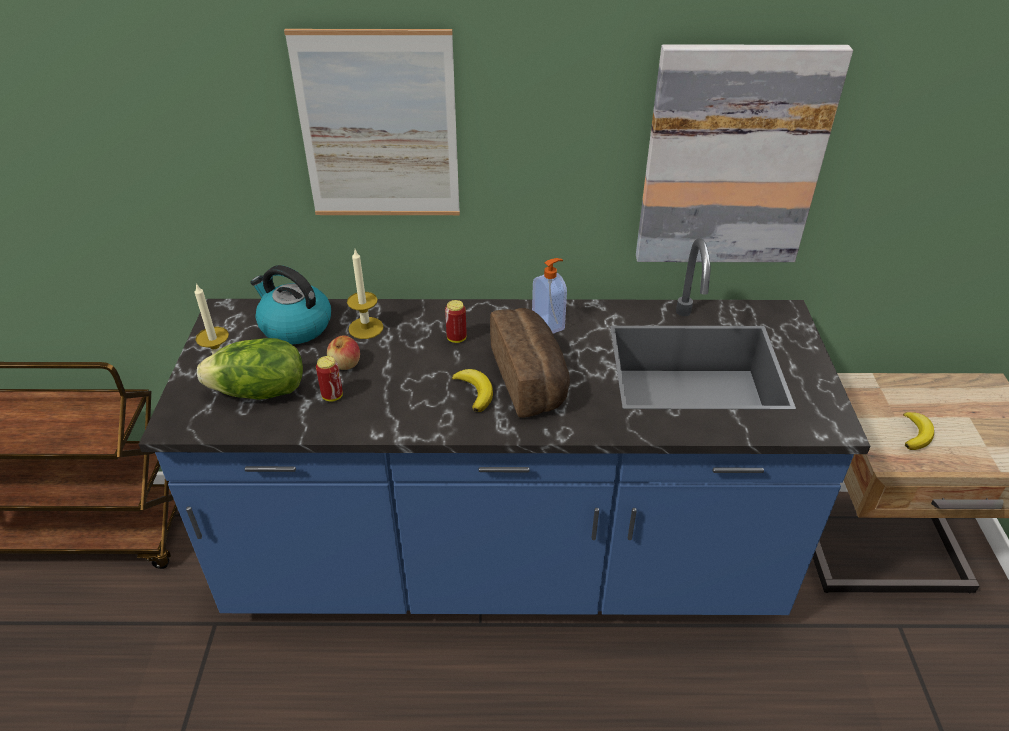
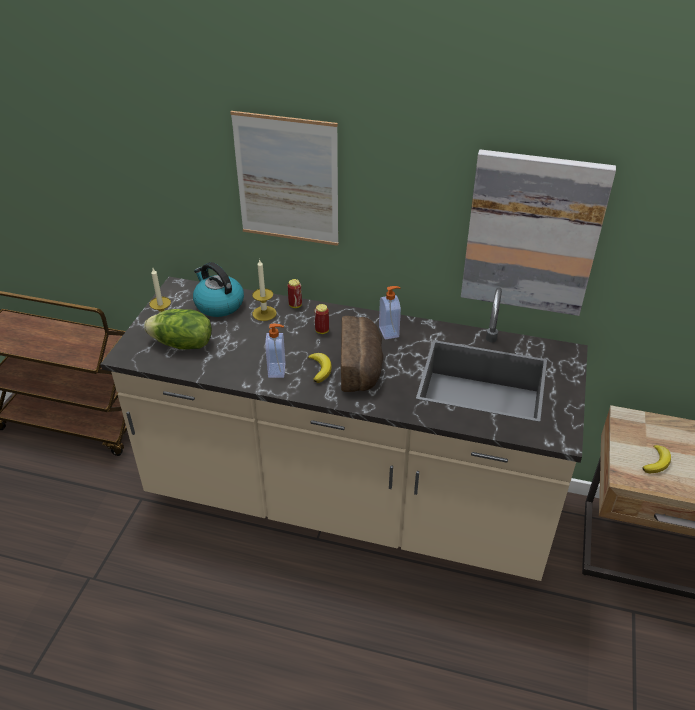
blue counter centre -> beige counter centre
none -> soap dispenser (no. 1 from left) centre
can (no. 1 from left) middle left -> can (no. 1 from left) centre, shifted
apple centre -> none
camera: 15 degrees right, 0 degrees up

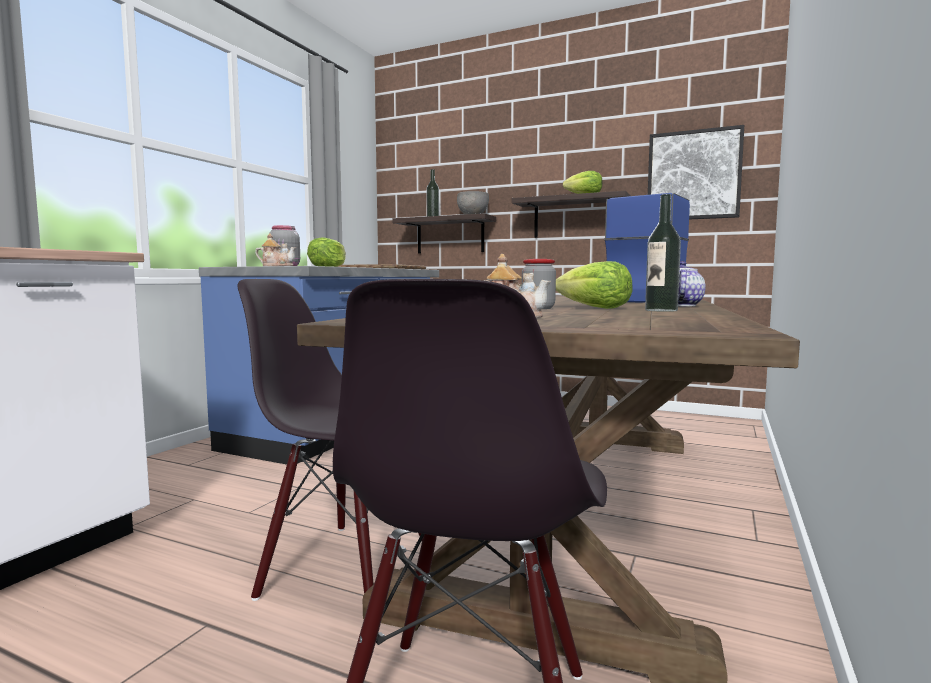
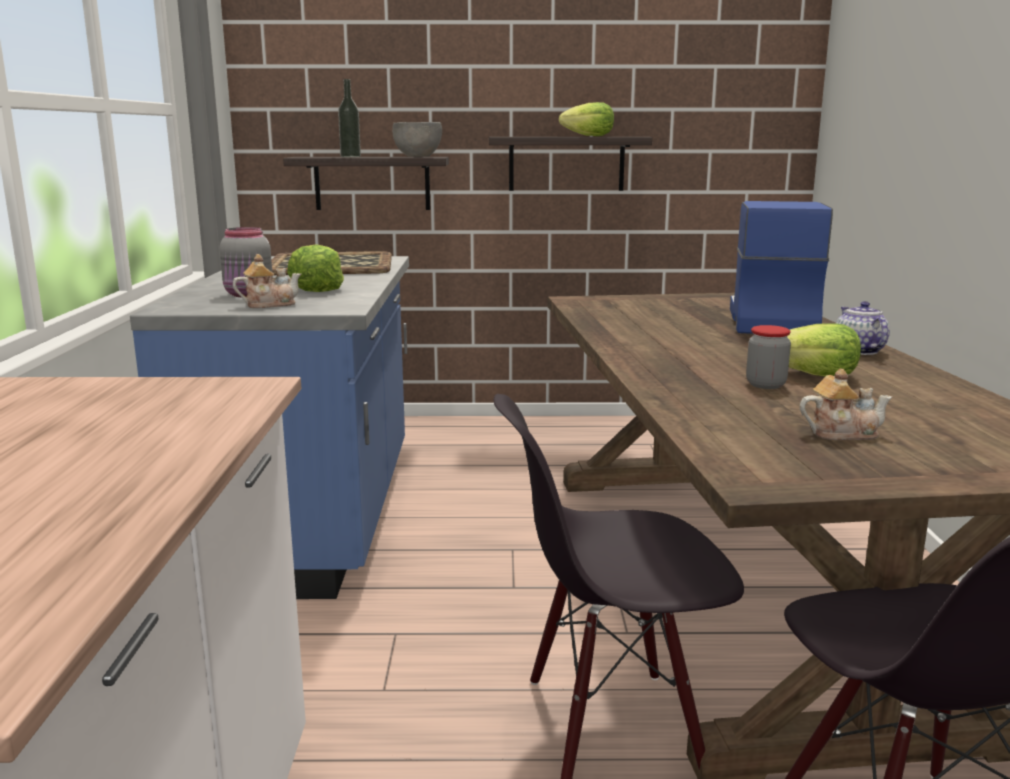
bottle (no. 2 from left) middle right -> none
picture top right -> none
camera: 25 degrees left, 10 degrees up

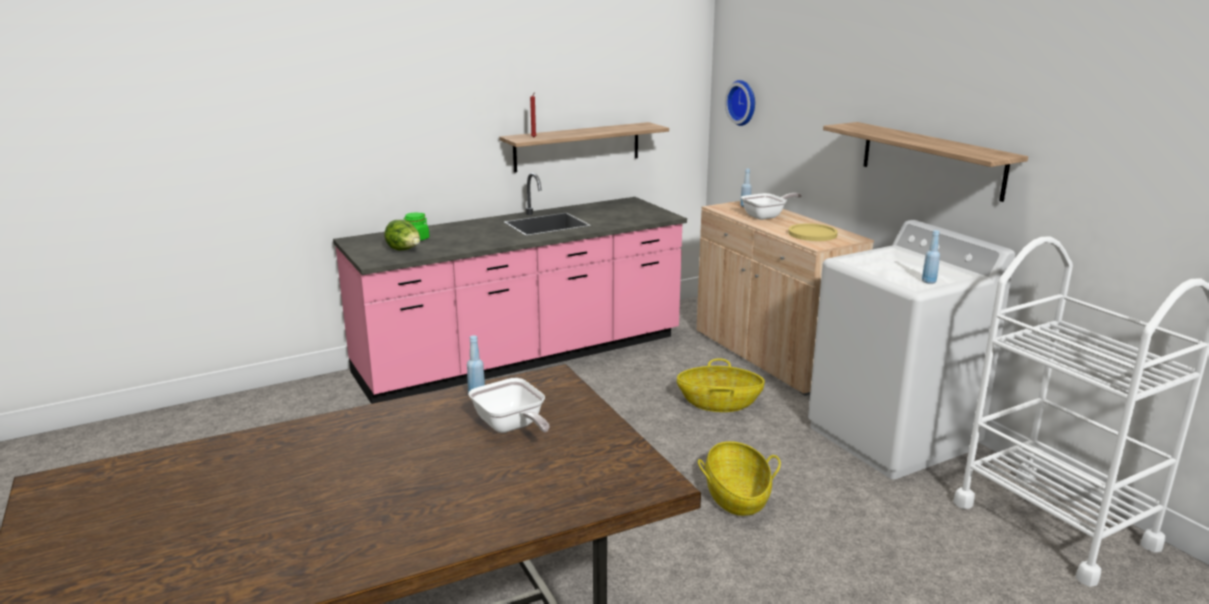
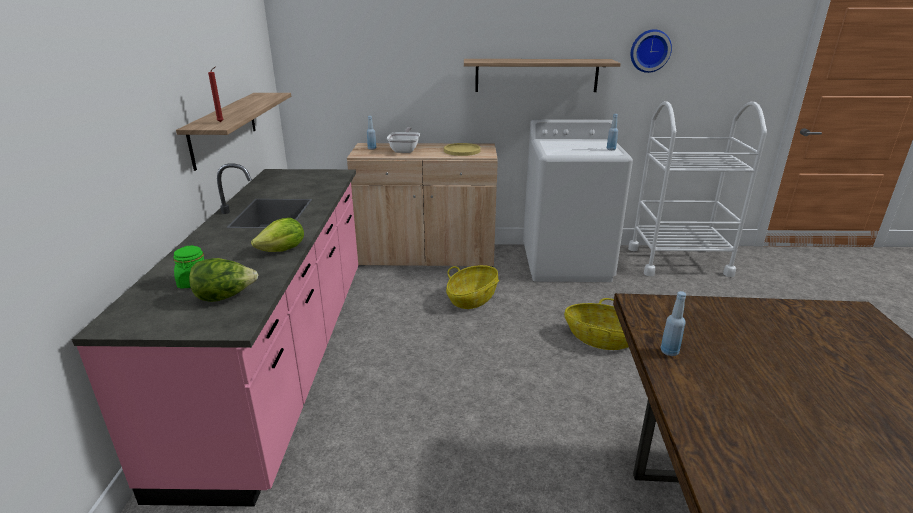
none -> lettuce (no. 2 from left) middle left
wall clock top centre -> wall clock top right, shifted
frying pan (no. 1 from left) bottom centre -> none
camera: 60 degrees left, 5 degrees up

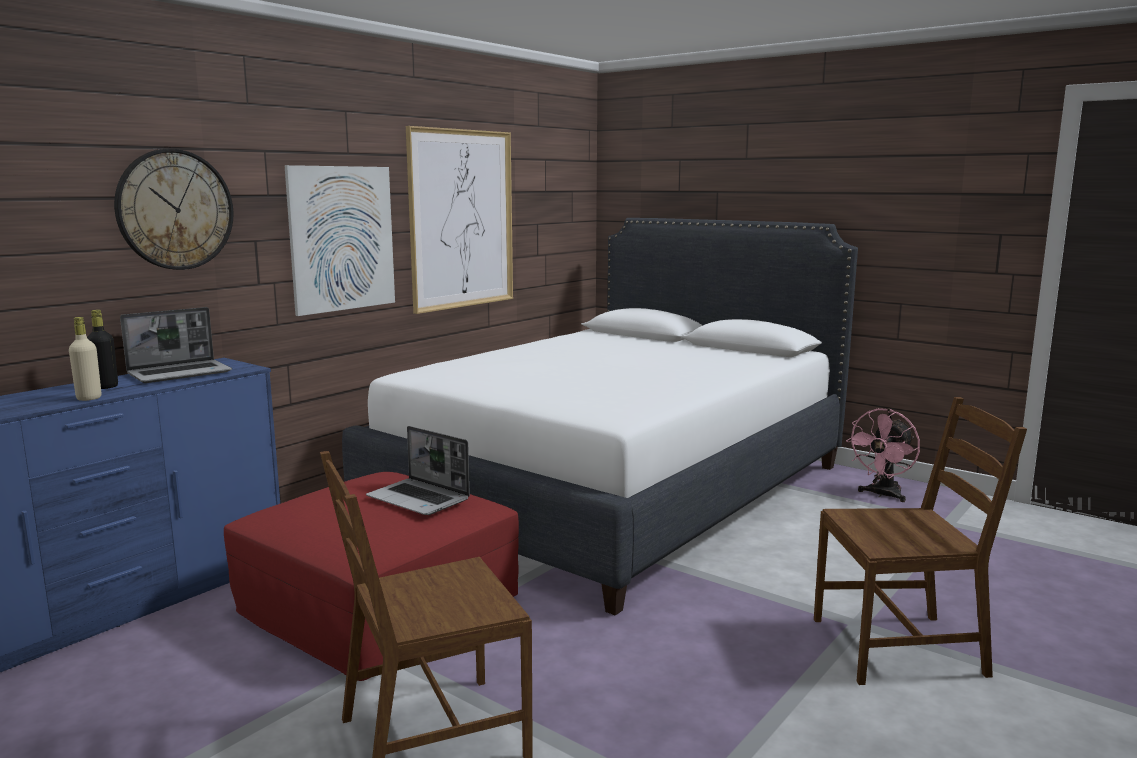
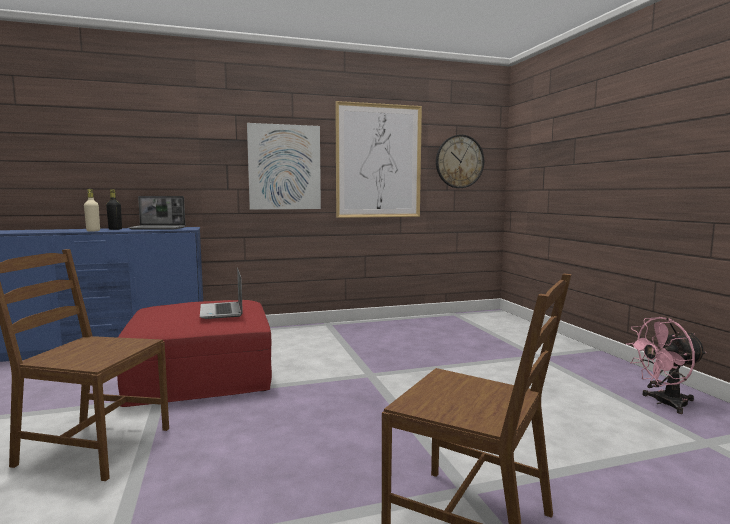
wall clock top left -> wall clock top centre, shifted
white bed centre -> none
camera: 35 degrees right, 5 degrees down

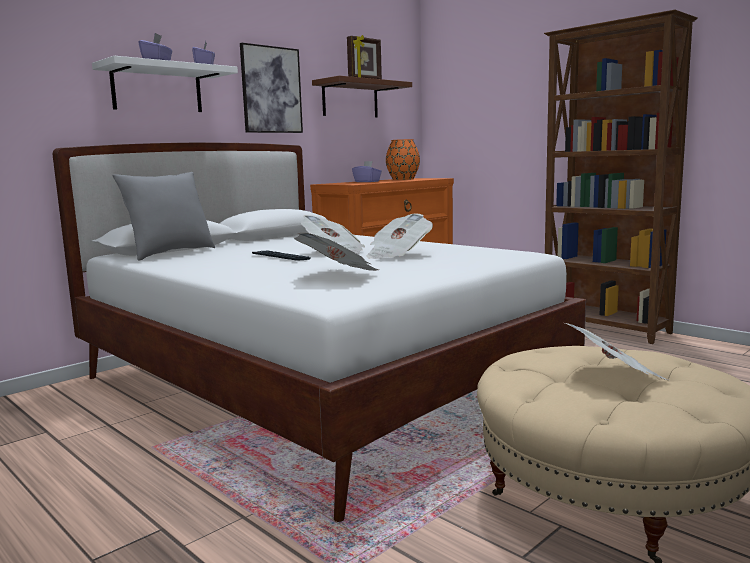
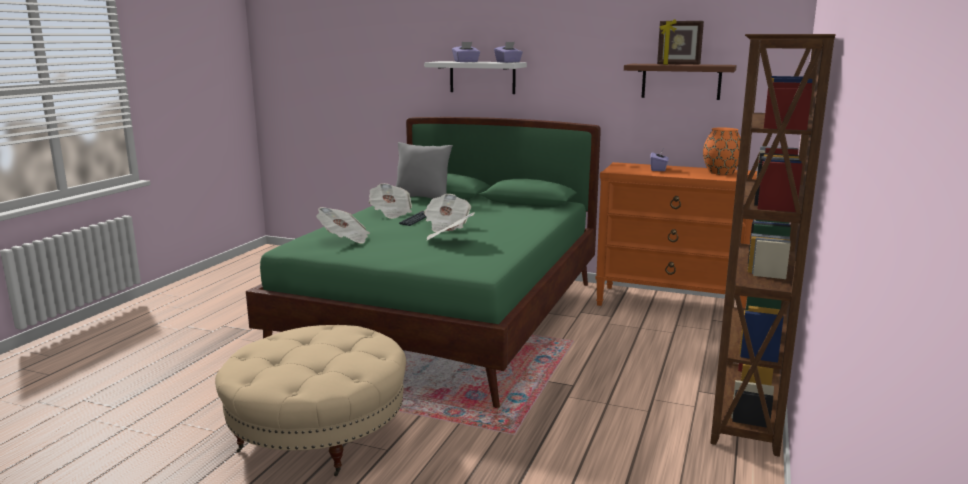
white bed centre -> green bed centre
newspaper (no. 4 from left in the first image) middle right -> newspaper (no. 2 from left) centre, shifted
picture top centre -> none
camera: 65 degrees right, 5 degrees up

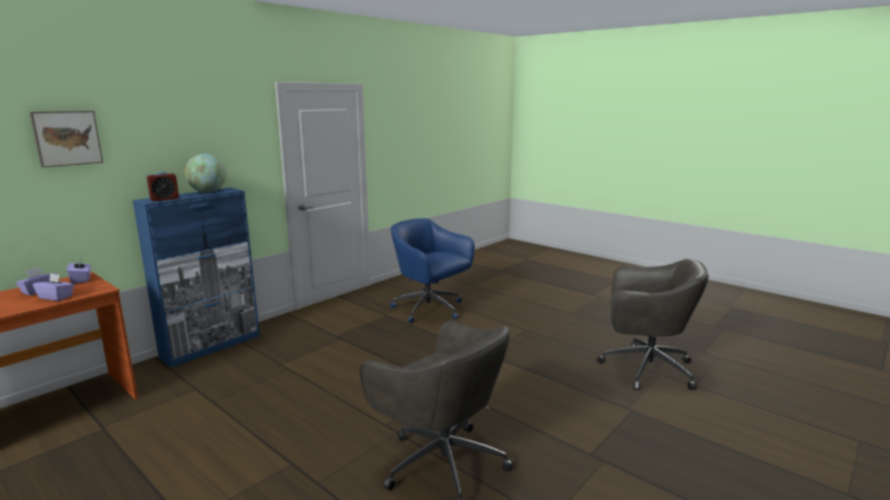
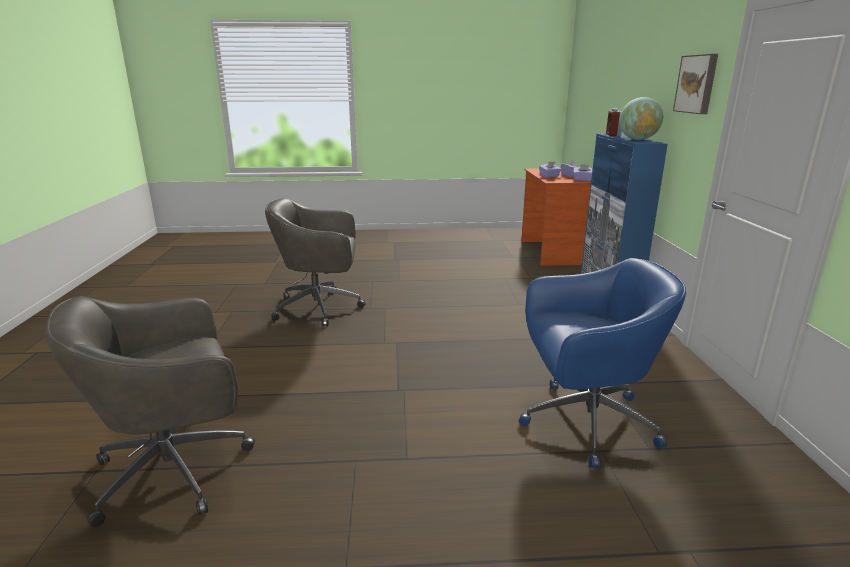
picture top left -> picture top right, shifted
camera: 135 degrees right, 5 degrees up

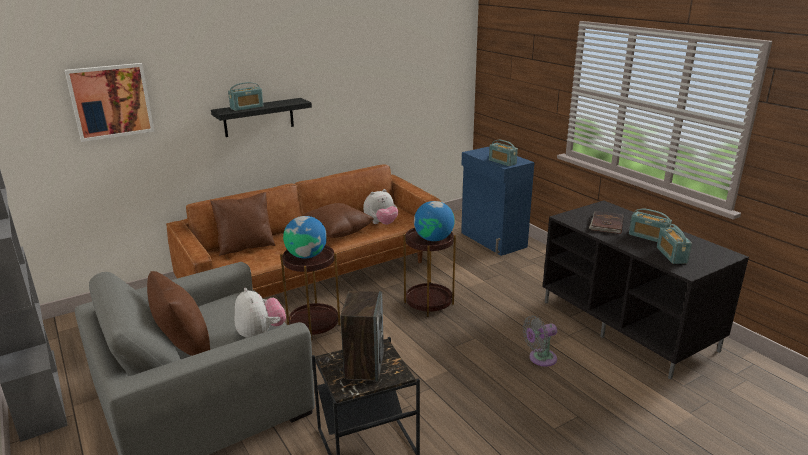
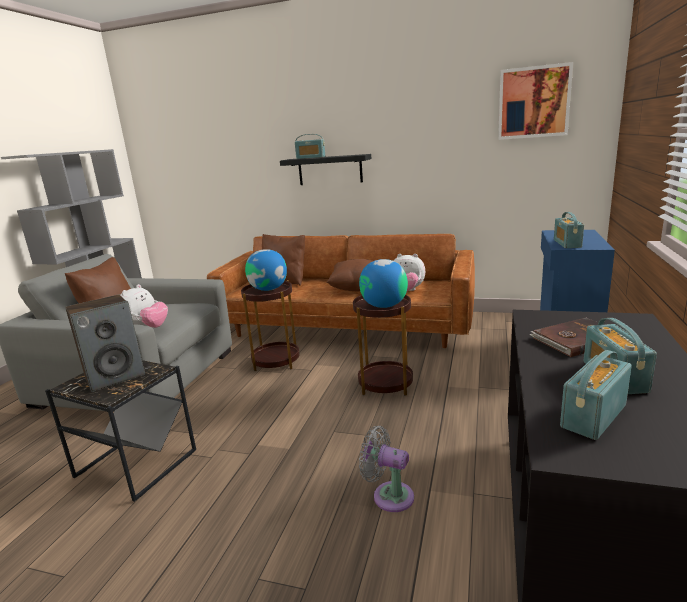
picture top left -> picture top right, shifted
camera: 50 degrees right, 5 degrees down

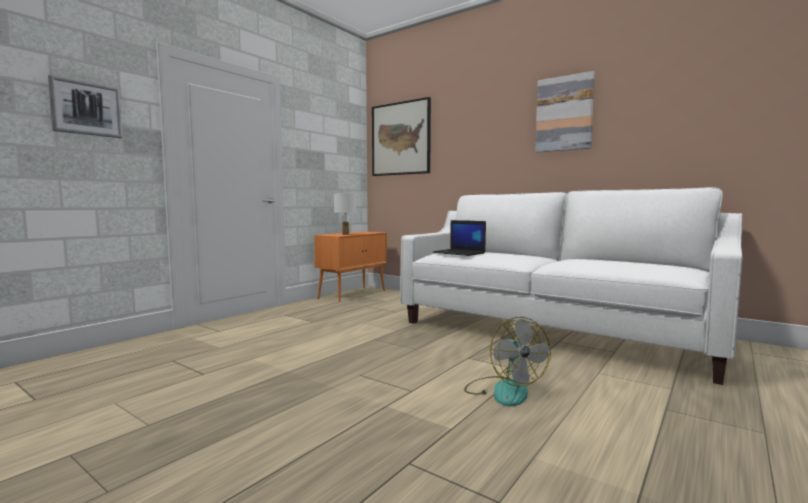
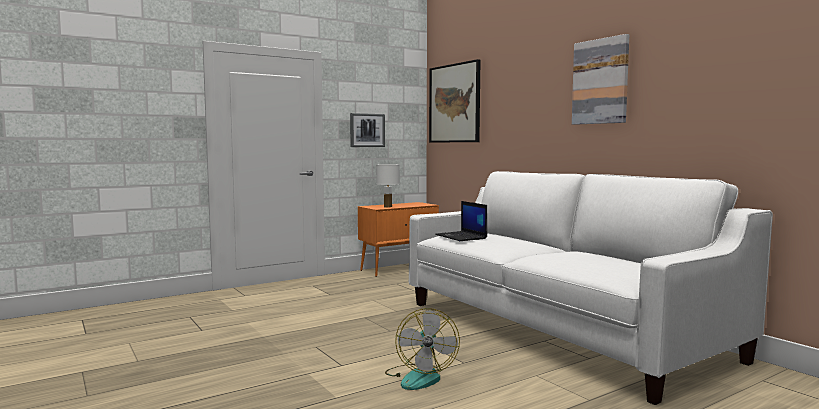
picture (no. 1 from left) top left -> picture (no. 1 from left) top centre, shifted
camera: 20 degrees right, 0 degrees up

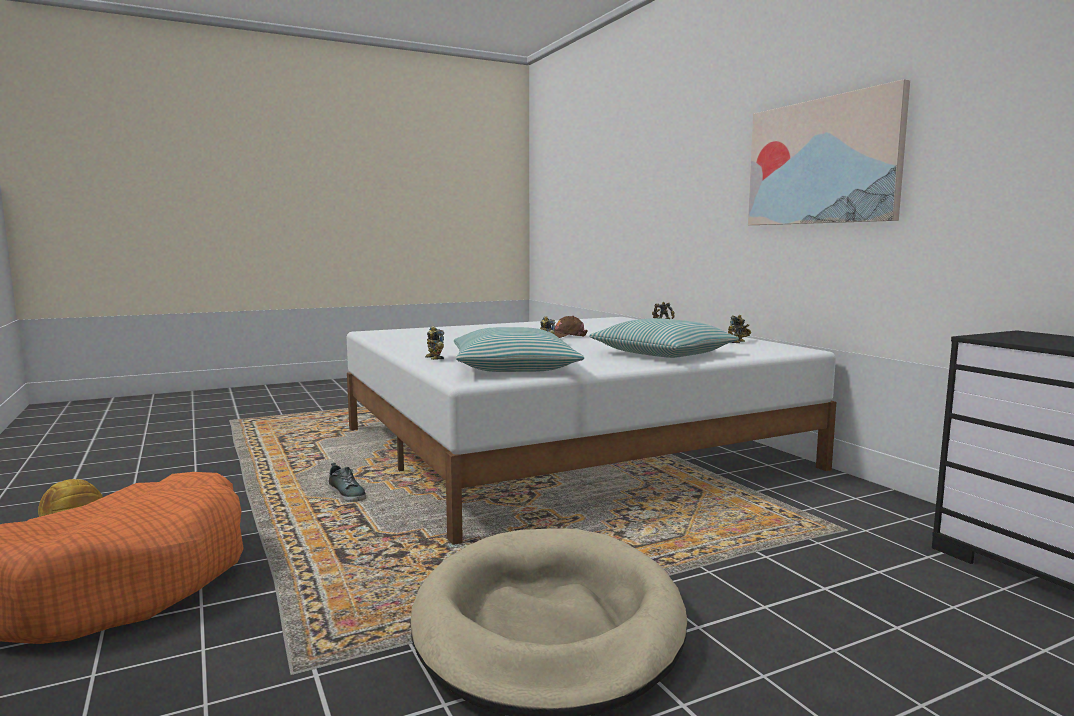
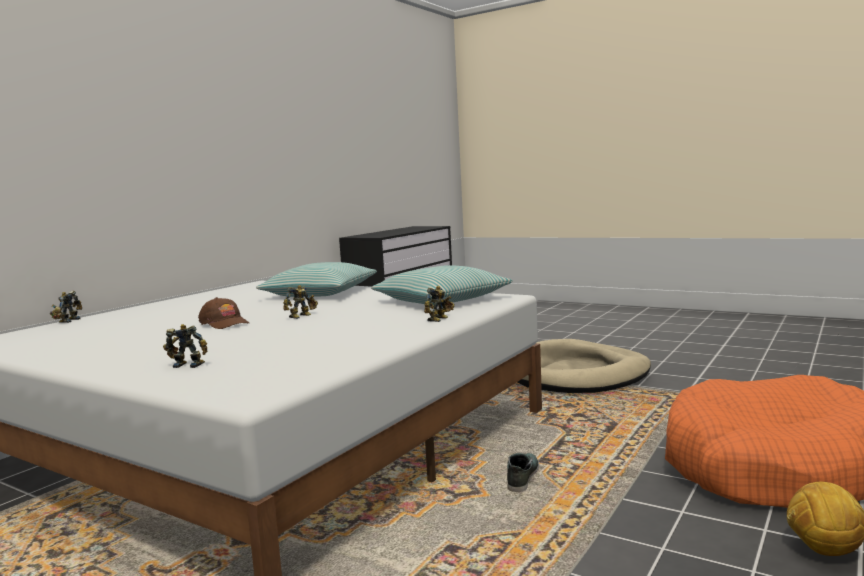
toy robot (no. 4 from left in the first image) middle right -> toy robot (no. 2 from left) middle left, shifted
picture top right -> none
camera: 120 degrees left, 0 degrees up

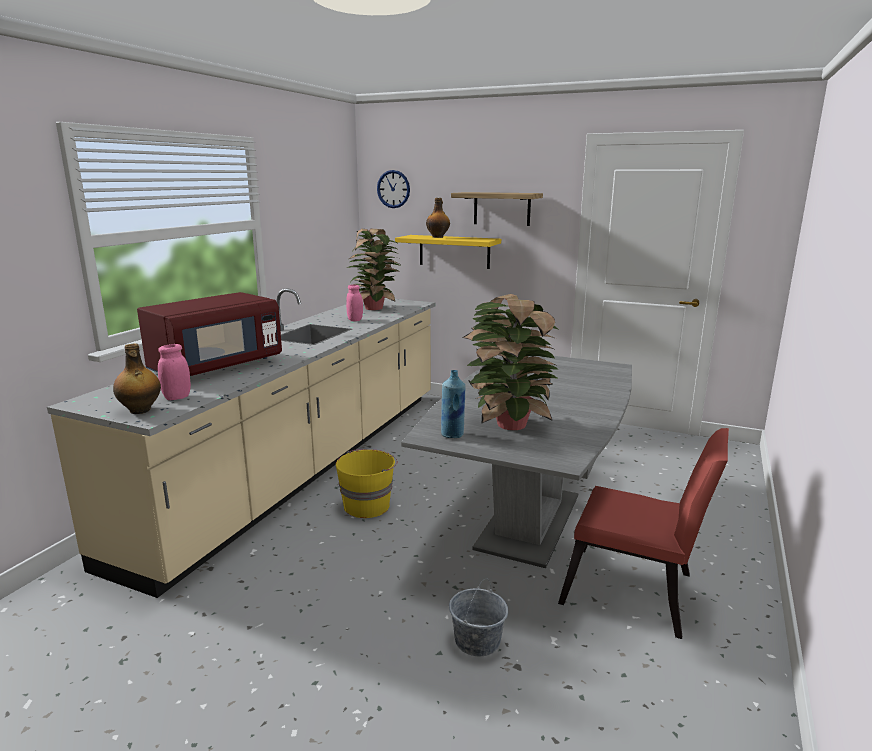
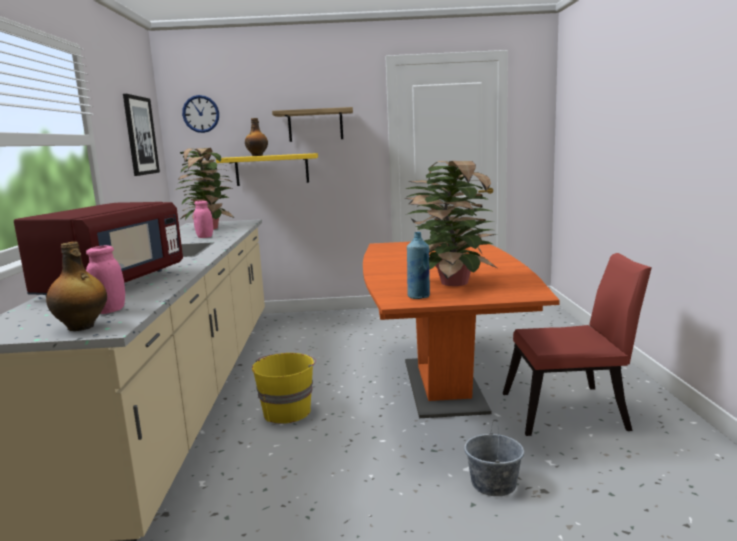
none -> picture top left
grey dining table centre -> orange dining table centre
camera: 25 degrees left, 5 degrees down

